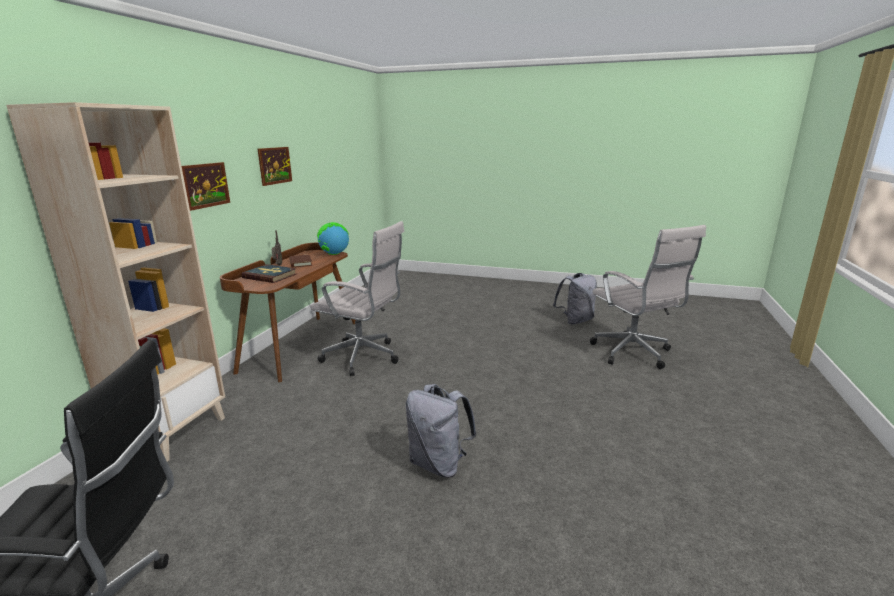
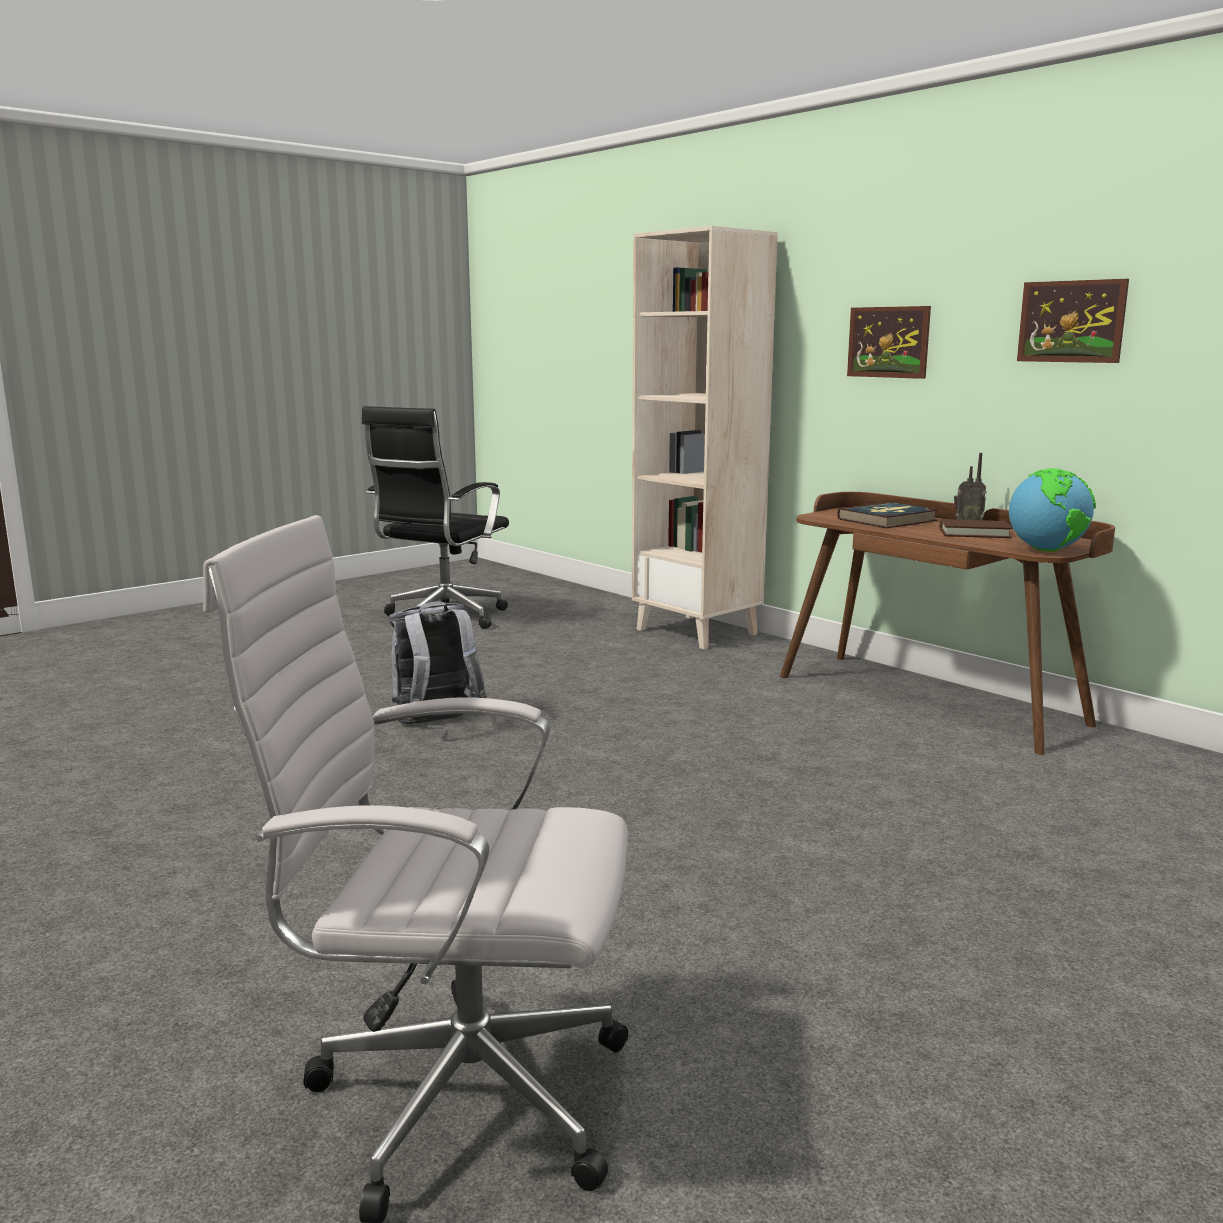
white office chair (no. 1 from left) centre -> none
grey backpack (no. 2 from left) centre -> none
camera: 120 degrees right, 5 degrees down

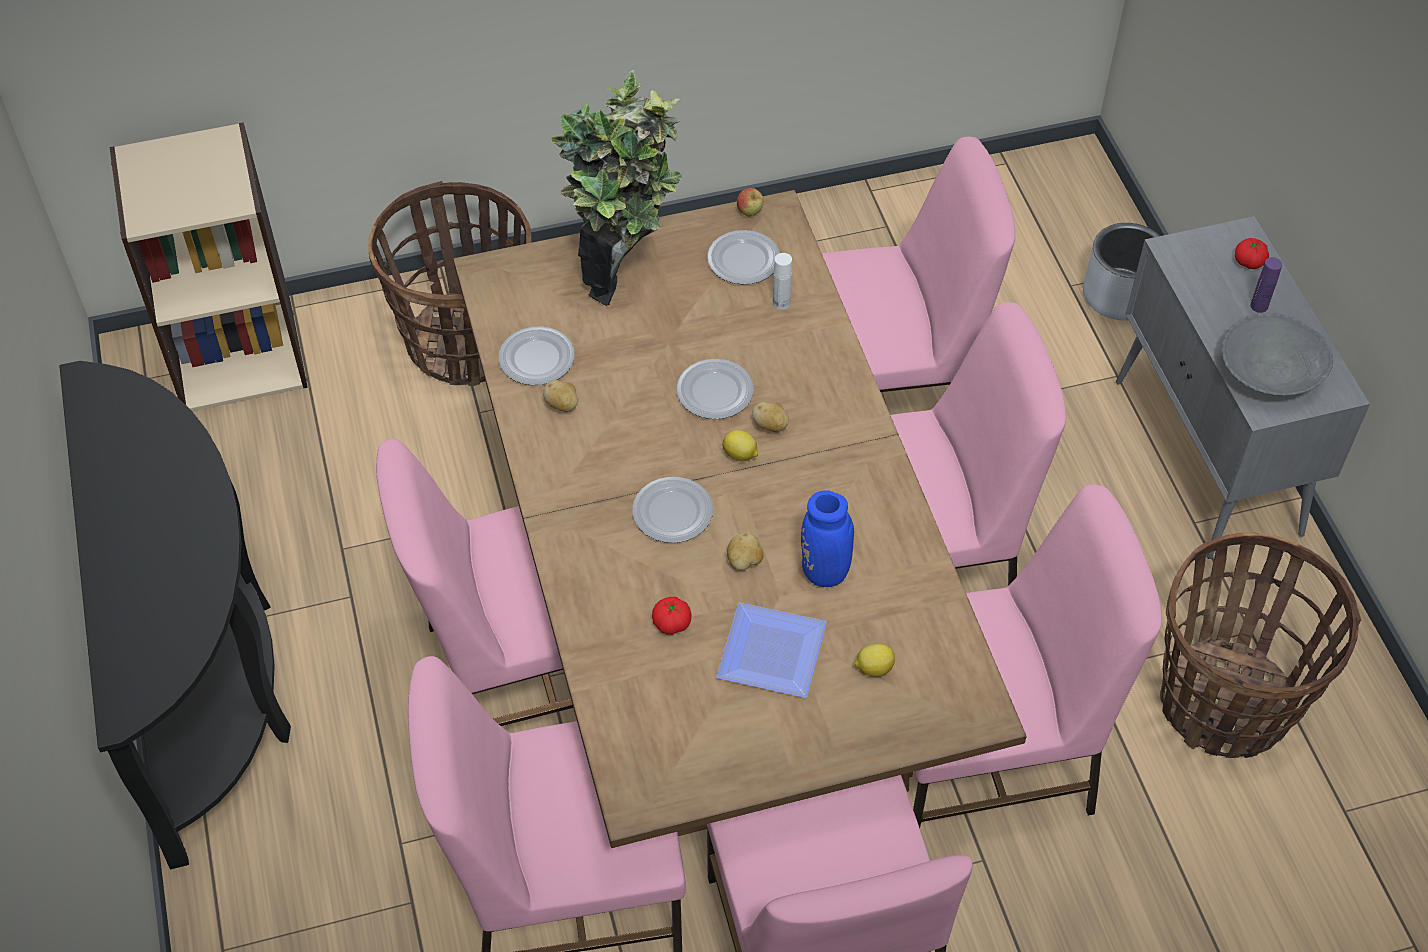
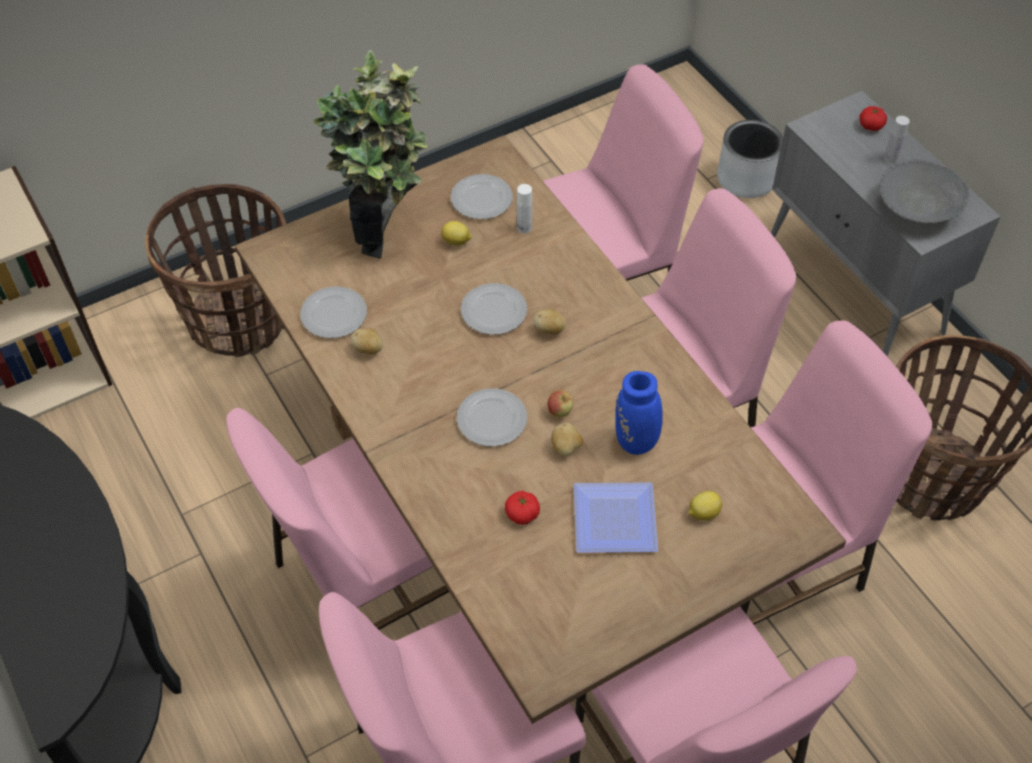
lemon (no. 1 from left) centre -> lemon (no. 1 from left) top centre, shifted
apple top centre -> apple centre, shifted
purple bottle top right -> white bottle (no. 2 from left) top right
camera: 15 degrees left, 0 degrees up

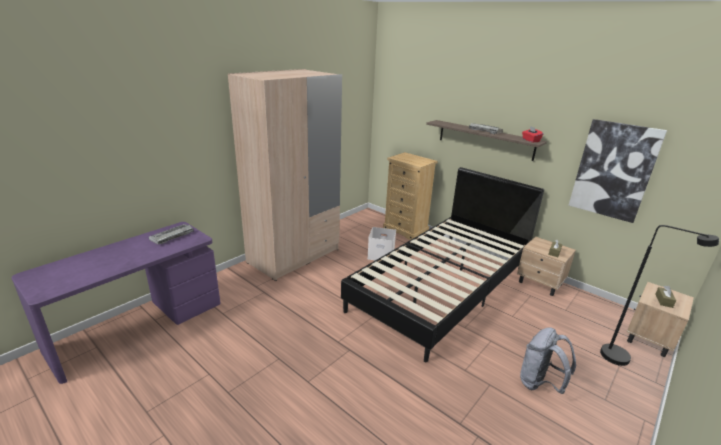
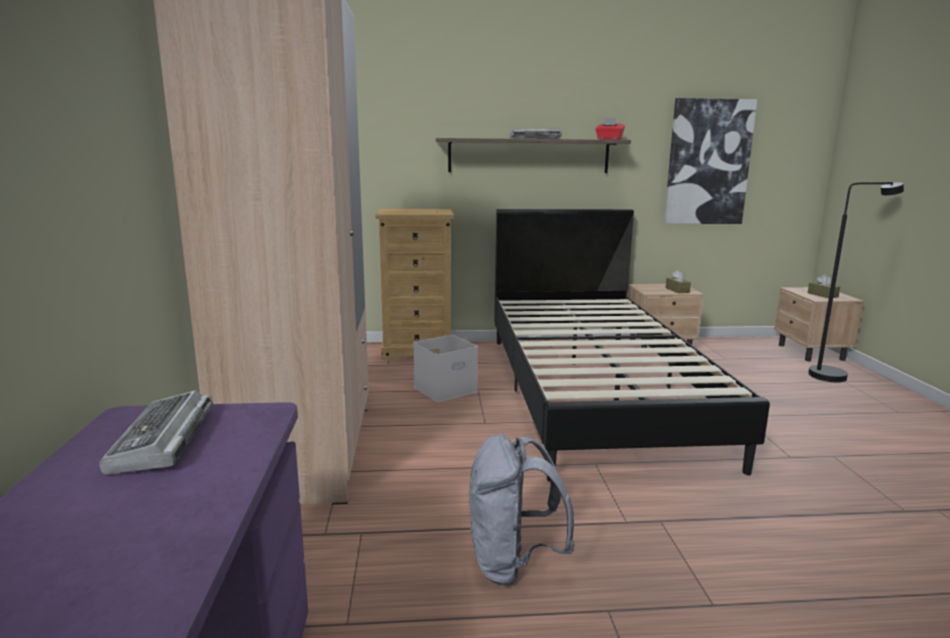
grey backpack bottom right -> grey backpack bottom centre, shifted
camera: 45 degrees left, 10 degrees down

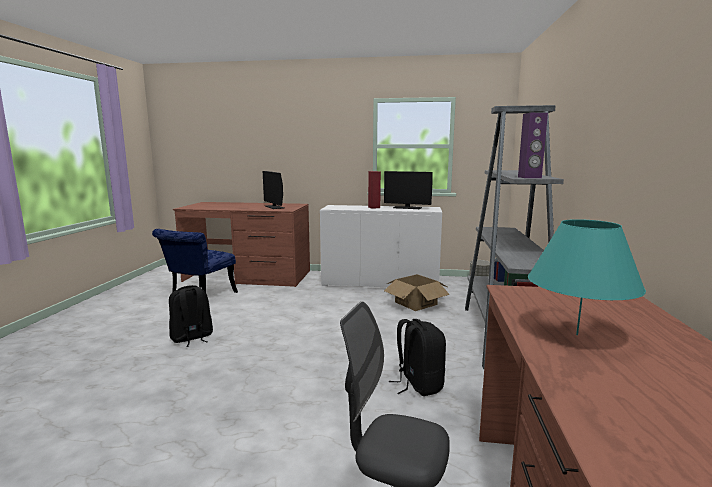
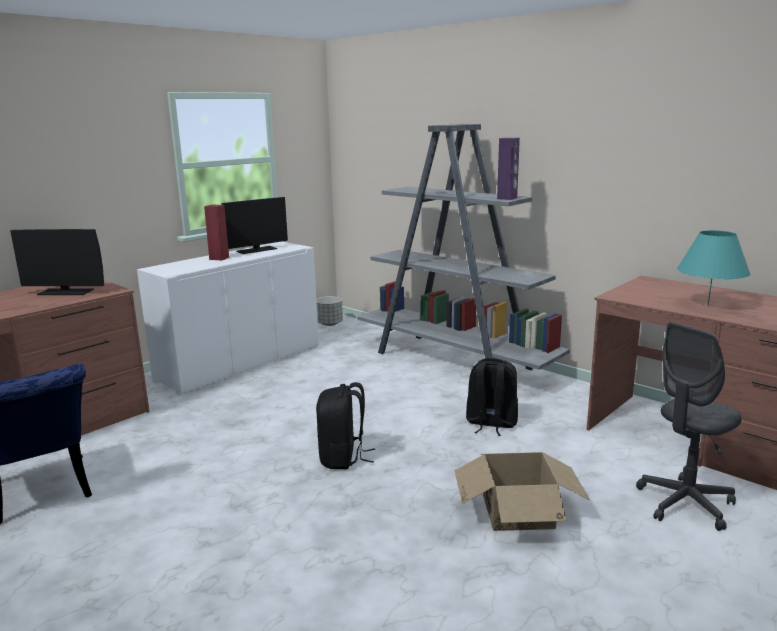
black backpack (no. 1 from left) middle left -> black backpack (no. 1 from left) bottom centre, shifted
cardboard box centre -> cardboard box bottom right, shifted
camera: 55 degrees left, 5 degrees up

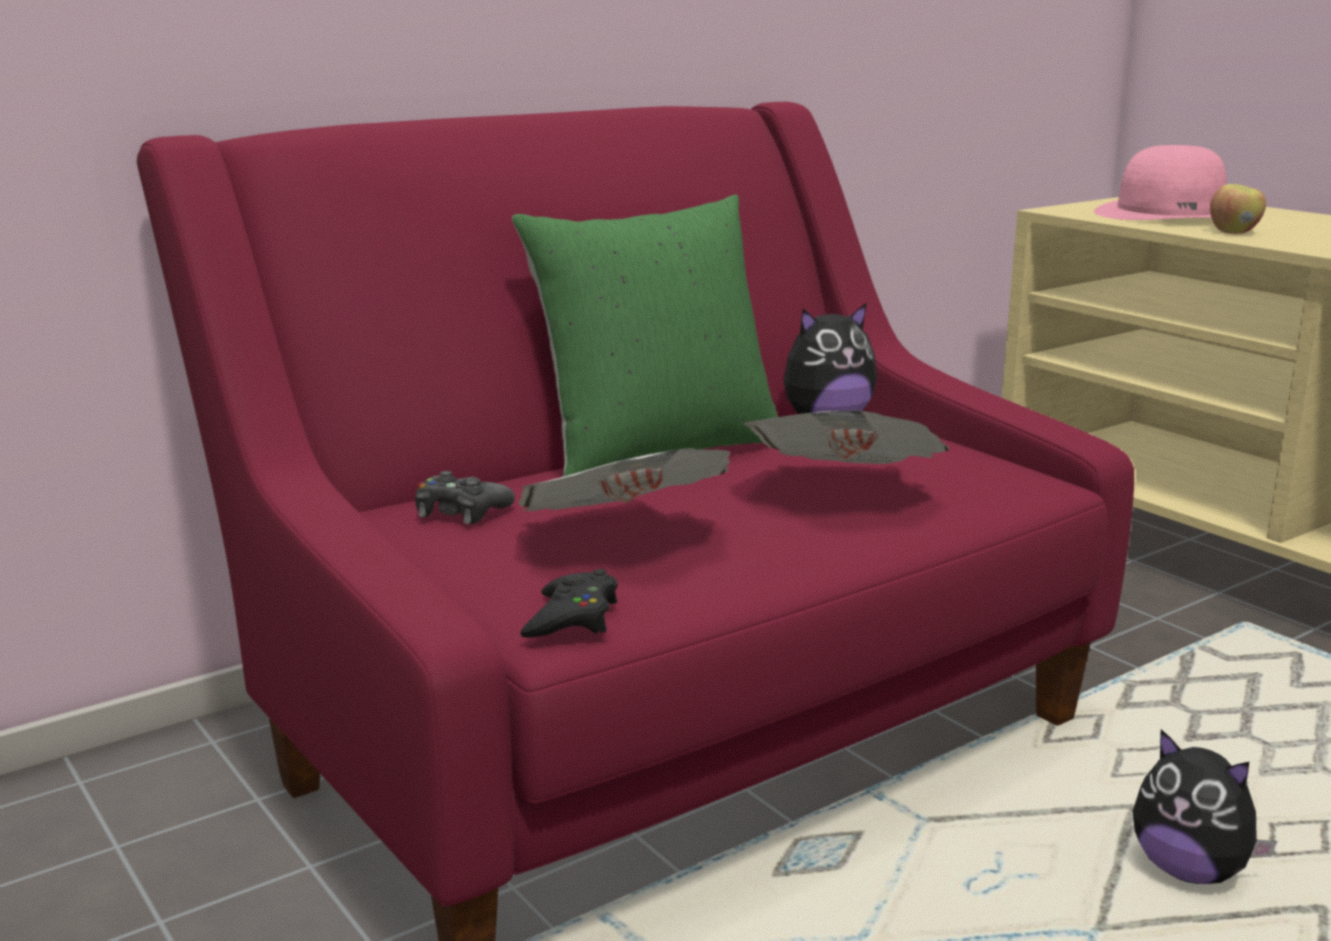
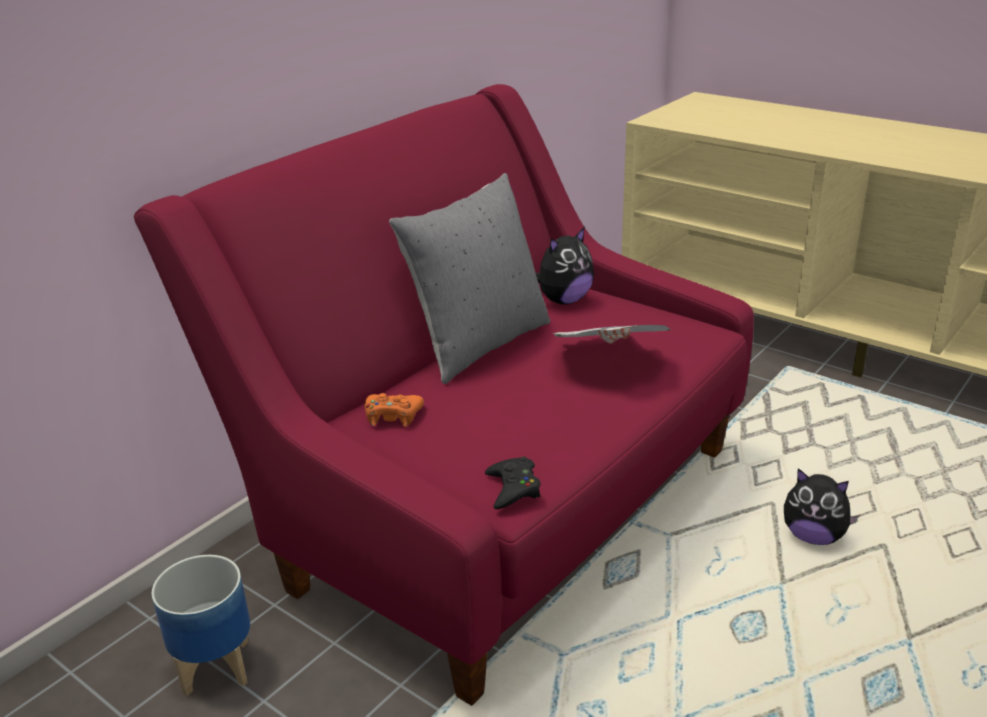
none -> planter bottom left
black game controller (no. 1 from left) centre -> orange game controller centre
green pillow centre -> grey pillow centre
newspaper (no. 1 from left) centre -> none
pink hat top right -> none
apple top right -> none
camera: 15 degrees left, 10 degrees up

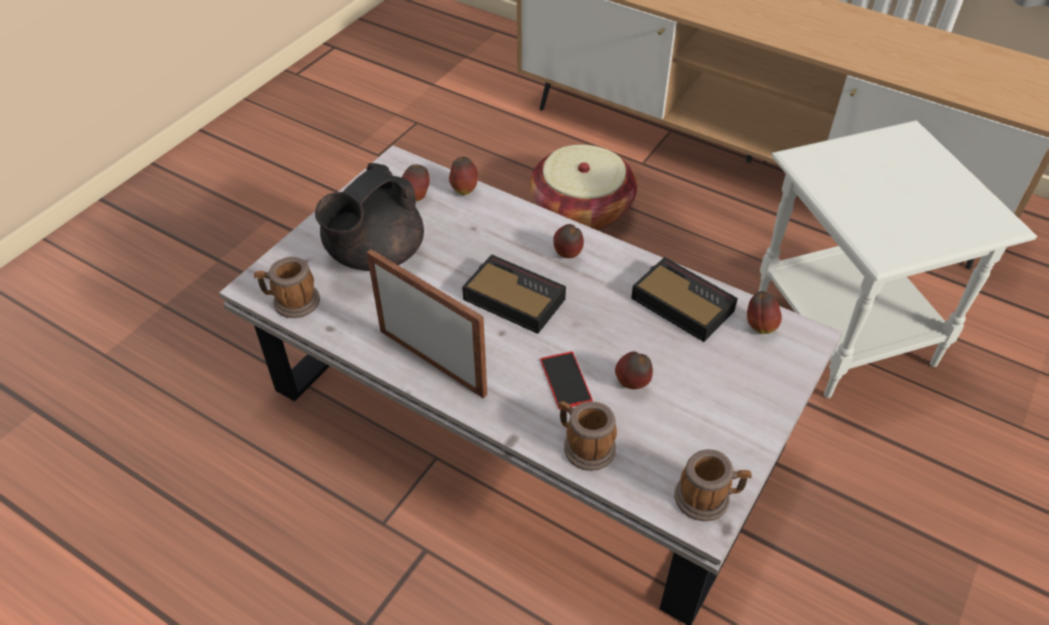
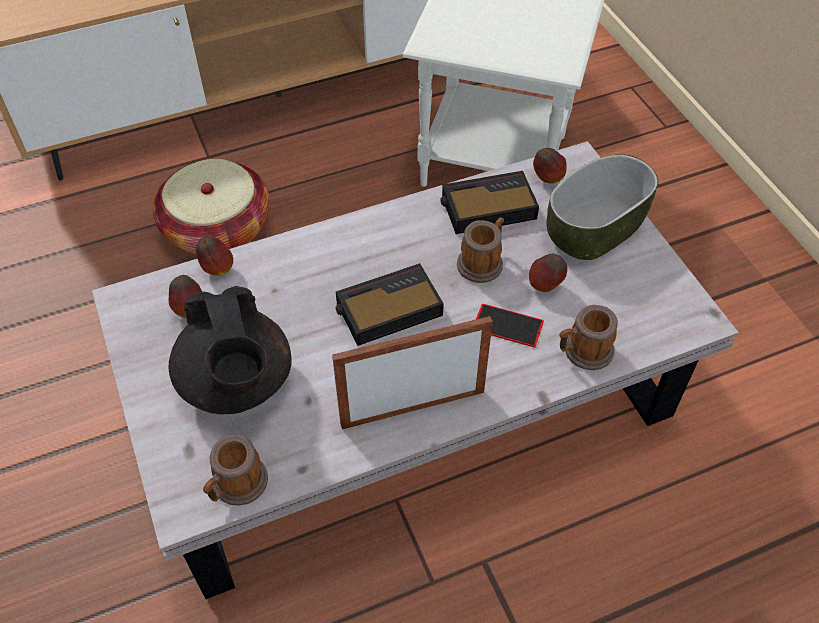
mug (no. 3 from left in the first image) bottom right -> mug (no. 2 from left) centre, shifted
none -> bowl top right
apple (no. 3 from left) centre -> none
camera: 55 degrees left, 5 degrees up

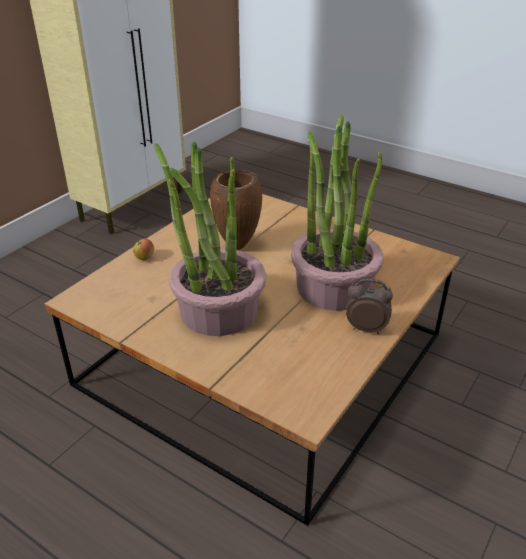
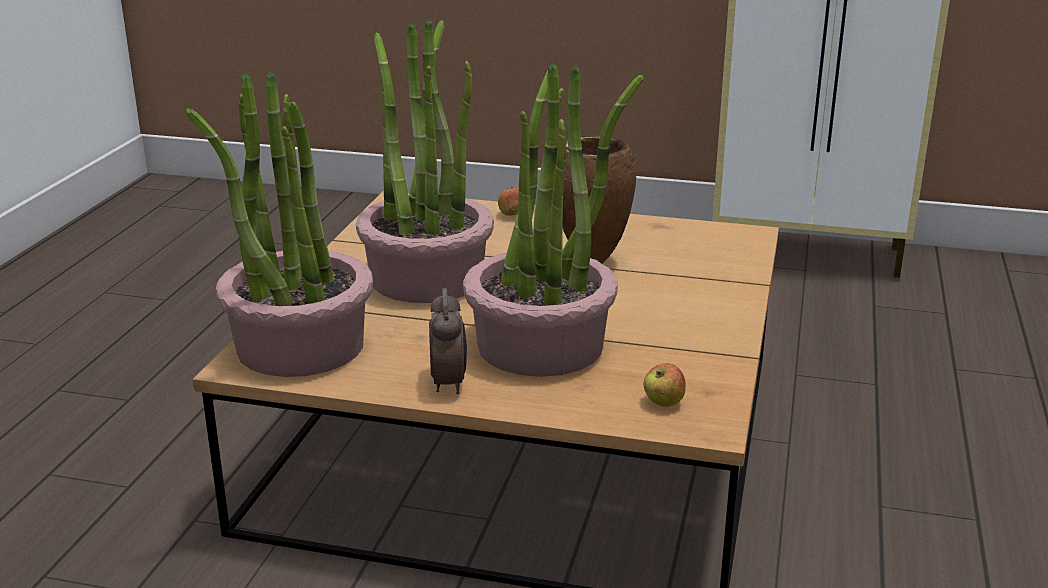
none -> potted plant (no. 1 from left) middle left
none -> apple (no. 2 from left) centre
camera: 70 degrees right, 10 degrees down

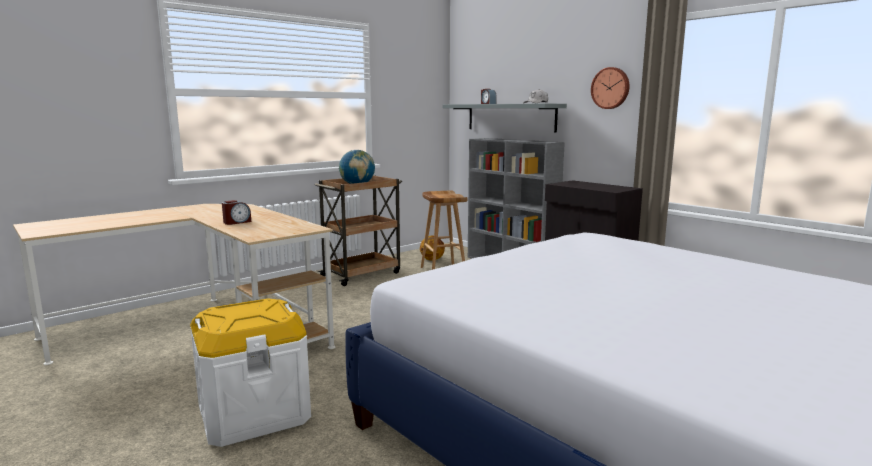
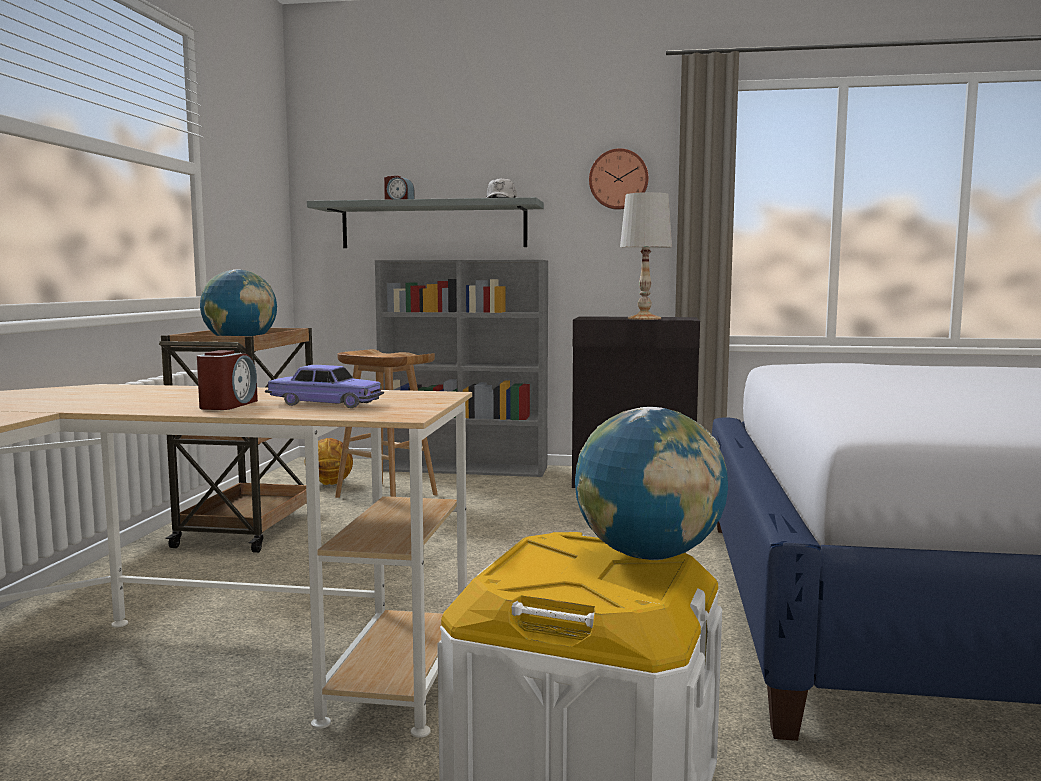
none -> toy car middle left
none -> globe (no. 2 from left) centre
none -> white table lamp top centre
camera: 40 degrees left, 5 degrees down

